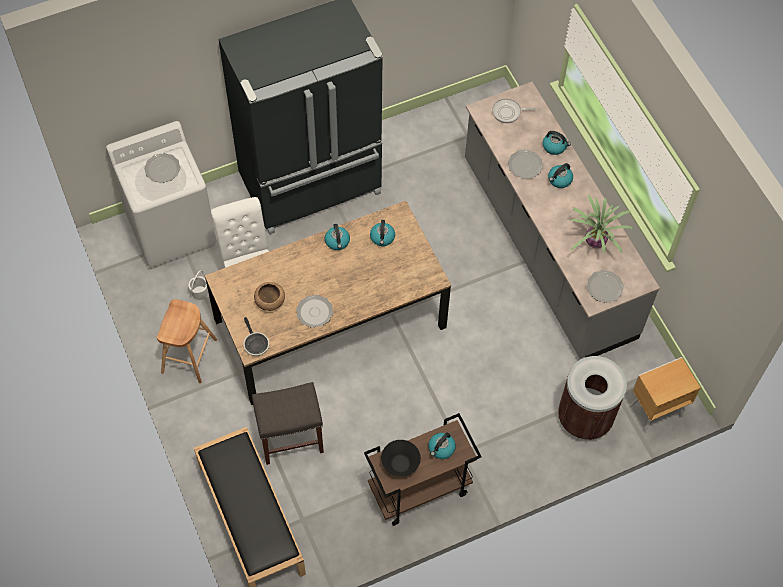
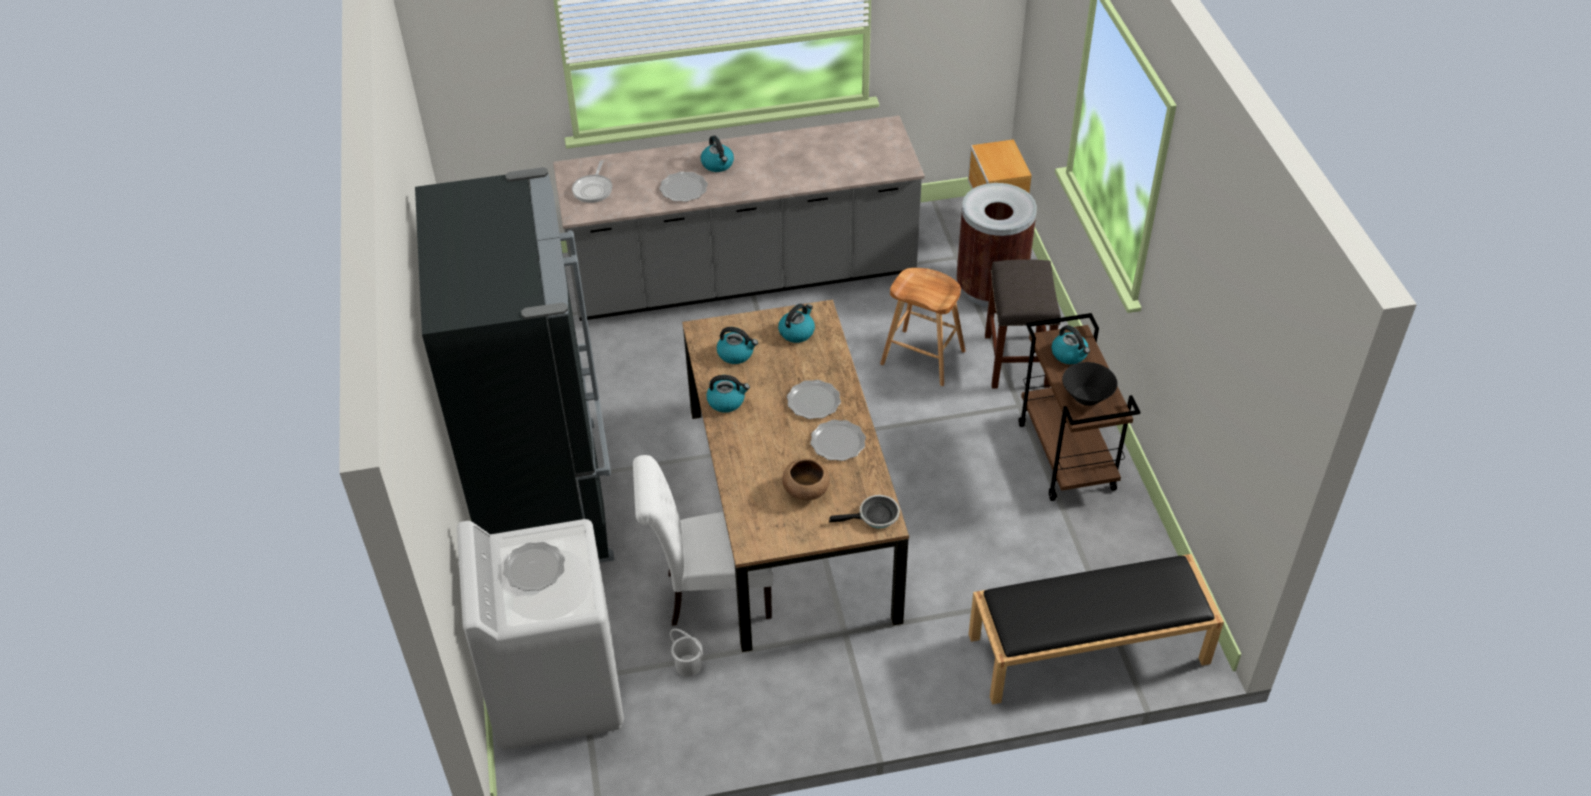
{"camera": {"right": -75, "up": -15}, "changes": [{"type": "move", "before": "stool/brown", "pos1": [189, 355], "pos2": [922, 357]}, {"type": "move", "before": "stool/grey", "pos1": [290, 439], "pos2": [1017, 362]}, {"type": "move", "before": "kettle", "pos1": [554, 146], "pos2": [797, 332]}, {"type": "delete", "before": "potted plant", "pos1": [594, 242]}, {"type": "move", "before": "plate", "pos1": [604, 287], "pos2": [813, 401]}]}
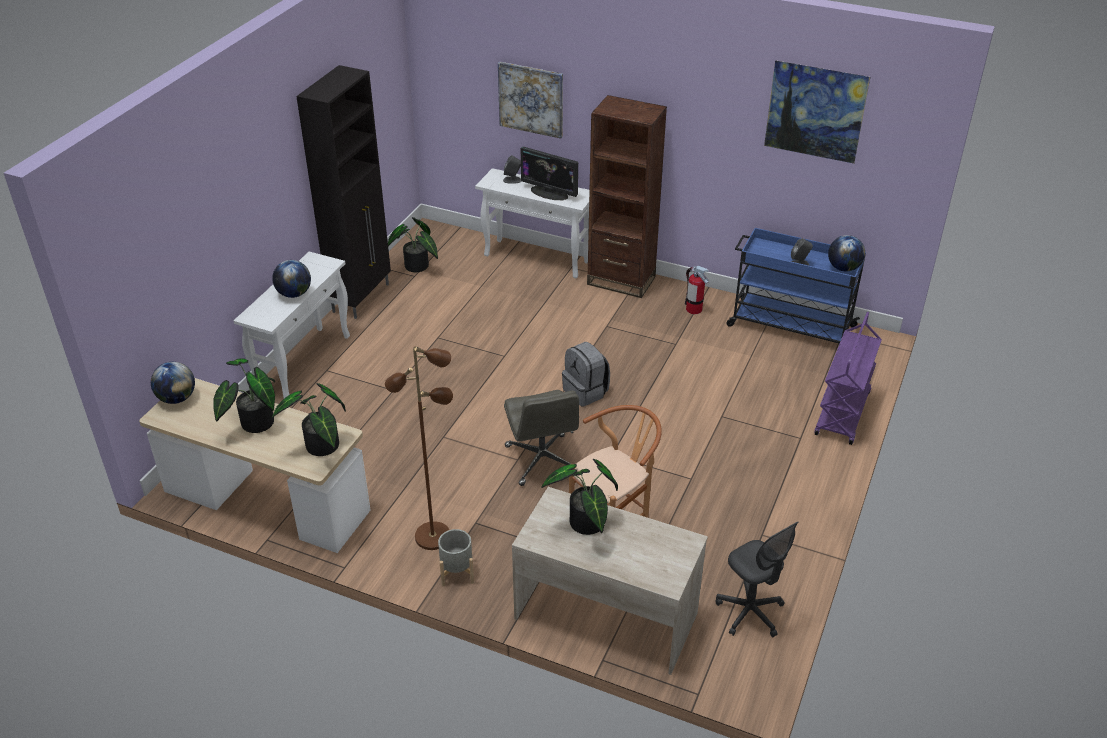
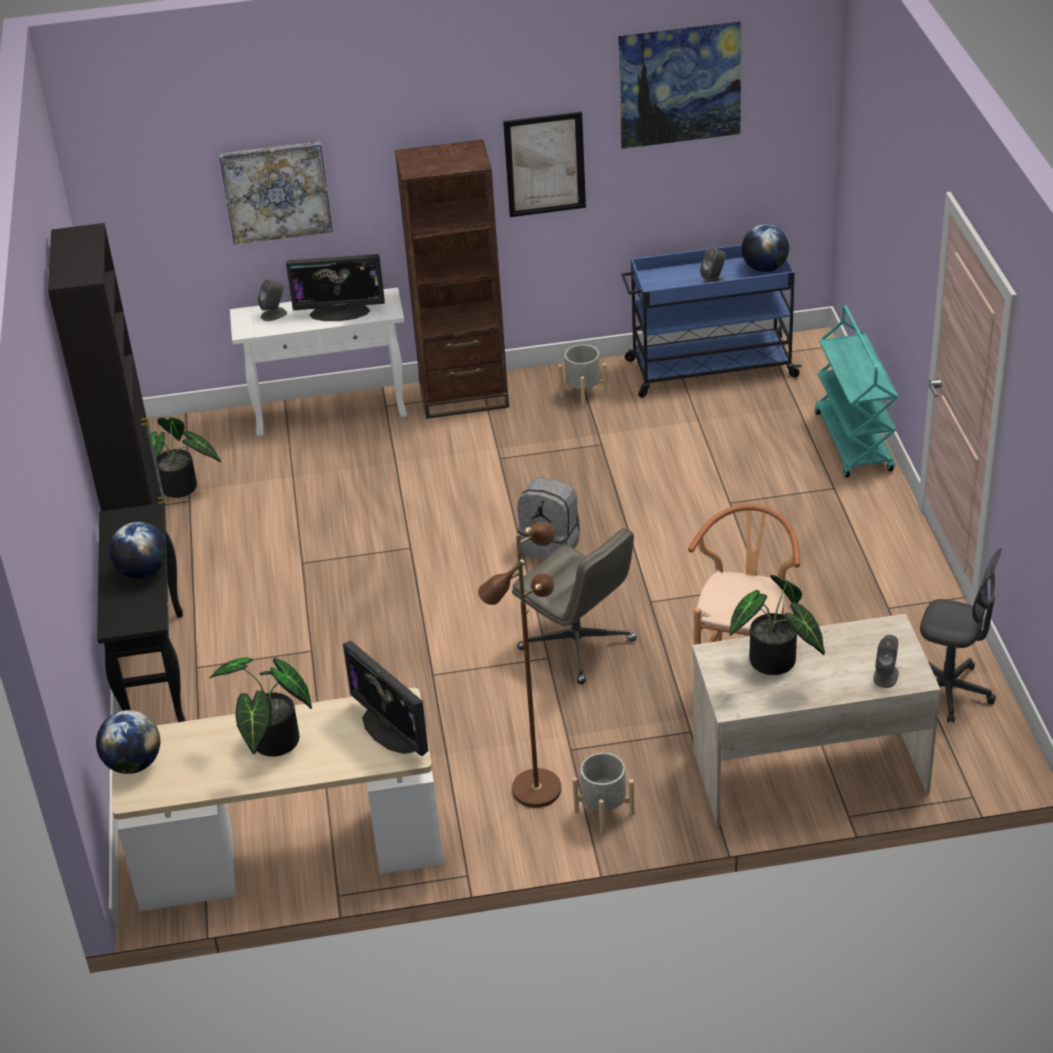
{"camera": {"right": -30, "up": 0}, "changes": [{"type": "recolor", "before": "console table/white", "after": "console table/black", "pos1": [304, 363], "pos2": [156, 672]}, {"type": "replace", "before": "potted plant", "after": "monitor", "pos1": [321, 448], "pos2": [391, 730]}, {"type": "replace", "before": "fire extinguisher", "after": "planter/grey", "pos1": [693, 309], "pos2": [583, 395]}, {"type": "recolor", "before": "cart/purple", "after": "cart/turquoise", "pos1": [843, 414], "pos2": [854, 442]}, {"type": "insert", "after": "picture", "pos2": [545, 164]}, {"type": "insert", "after": "speaker/grey", "pos2": [886, 675]}]}
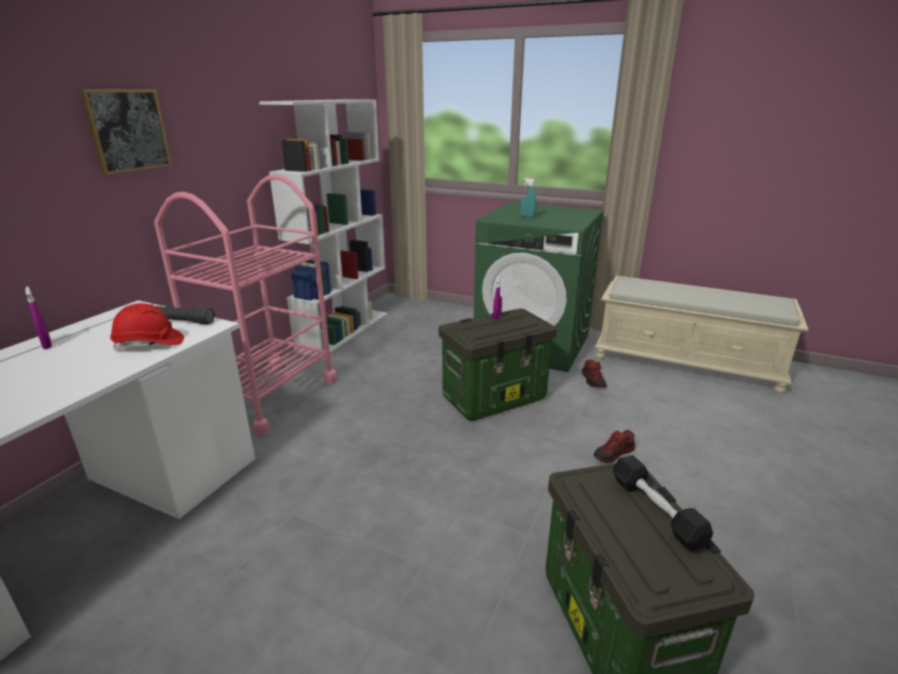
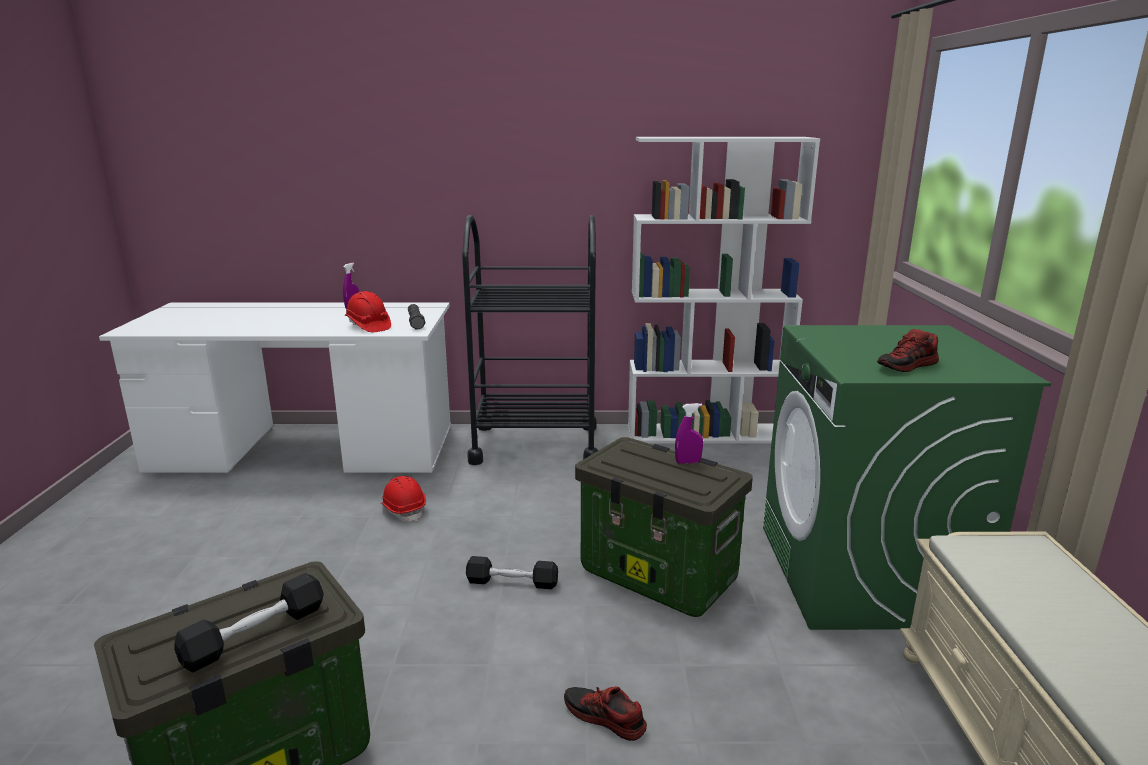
{"camera": {"right": 65, "up": -5}, "changes": [{"type": "delete", "before": "picture", "pos1": [127, 130]}, {"type": "recolor", "before": "cart/pink", "after": "cart/black", "pos1": [269, 396], "pos2": [535, 444]}, {"type": "delete", "before": "spray bottle/turquoise", "pos1": [527, 216]}, {"type": "move", "before": "shoe", "pos1": [593, 381], "pos2": [907, 366]}, {"type": "insert", "after": "hard hat/red", "pos2": [403, 510]}, {"type": "insert", "after": "dumbbell/black", "pos2": [512, 582]}]}
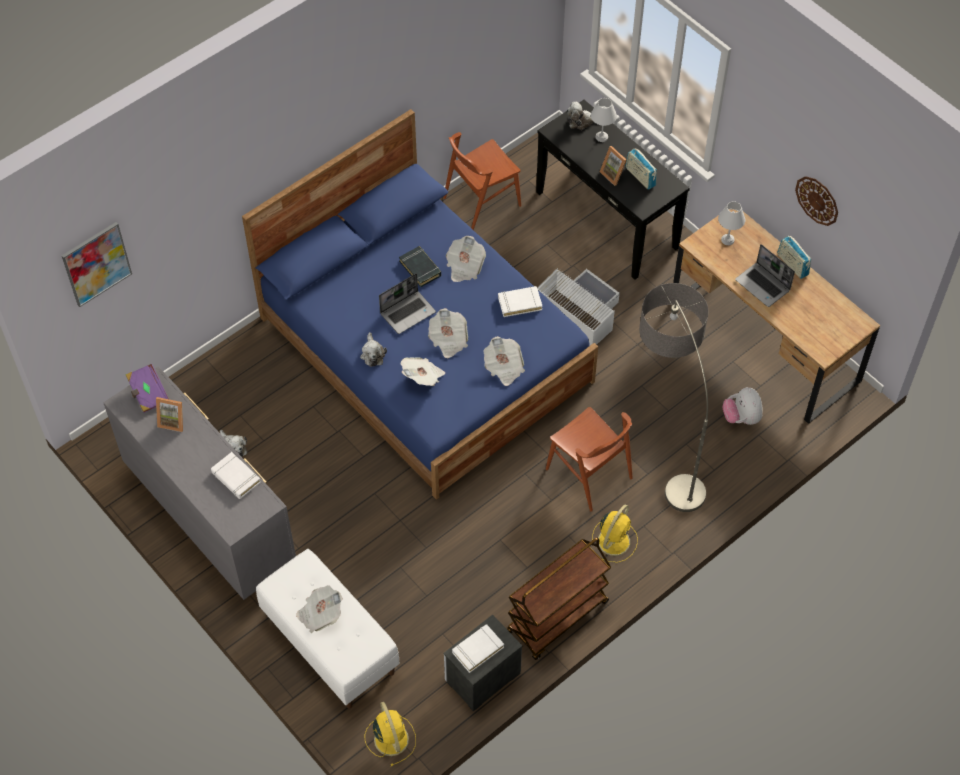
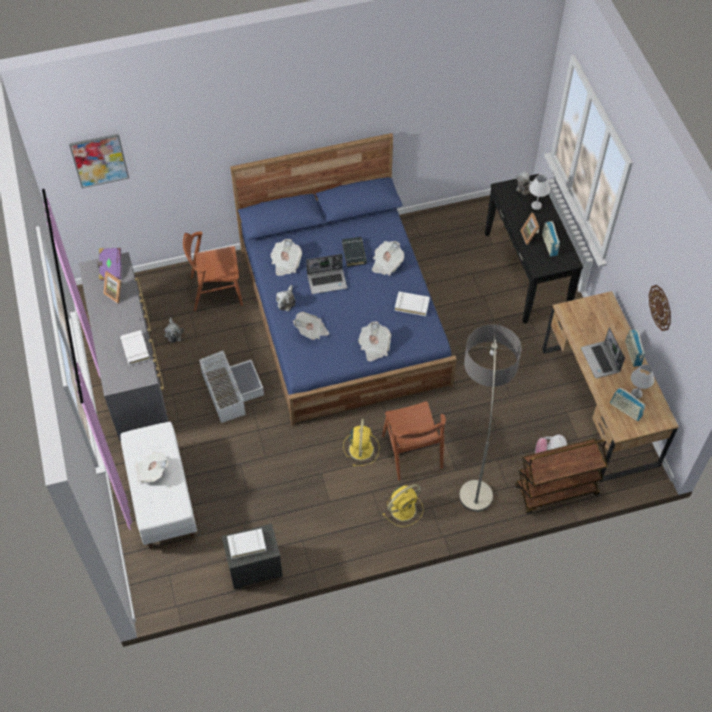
{"camera": {"right": 25, "up": 0}, "changes": [{"type": "move", "before": "fan/yellow", "pos1": [390, 738], "pos2": [361, 448]}, {"type": "move", "before": "newspaper", "pos1": [448, 340], "pos2": [285, 263]}, {"type": "move", "before": "chair/brown", "pos1": [481, 201], "pos2": [216, 291]}, {"type": "move", "before": "cart/brown", "pos1": [557, 618], "pos2": [556, 491]}, {"type": "move", "before": "storage box/white", "pos1": [579, 311], "pos2": [230, 390]}, {"type": "move", "before": "table lamp/white", "pos1": [728, 240], "pos2": [637, 394]}, {"type": "insert", "after": "radio", "pos2": [625, 410]}]}
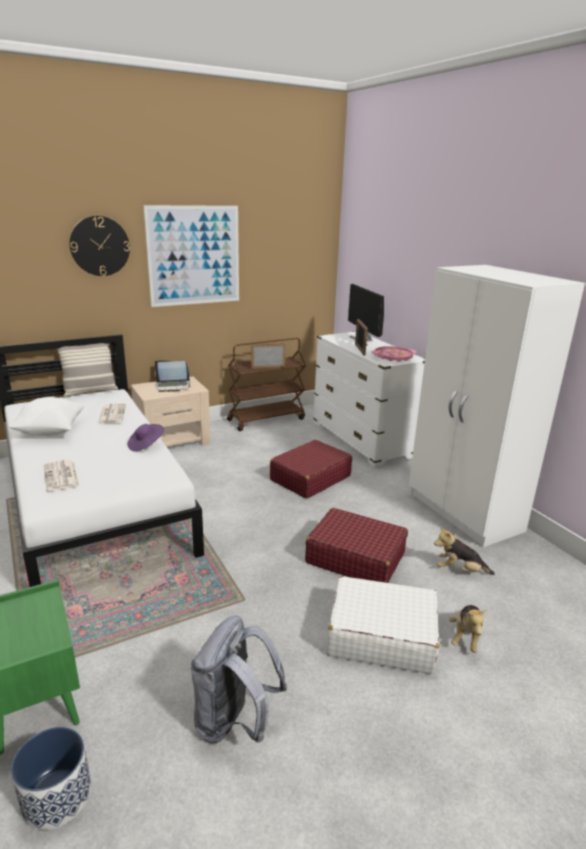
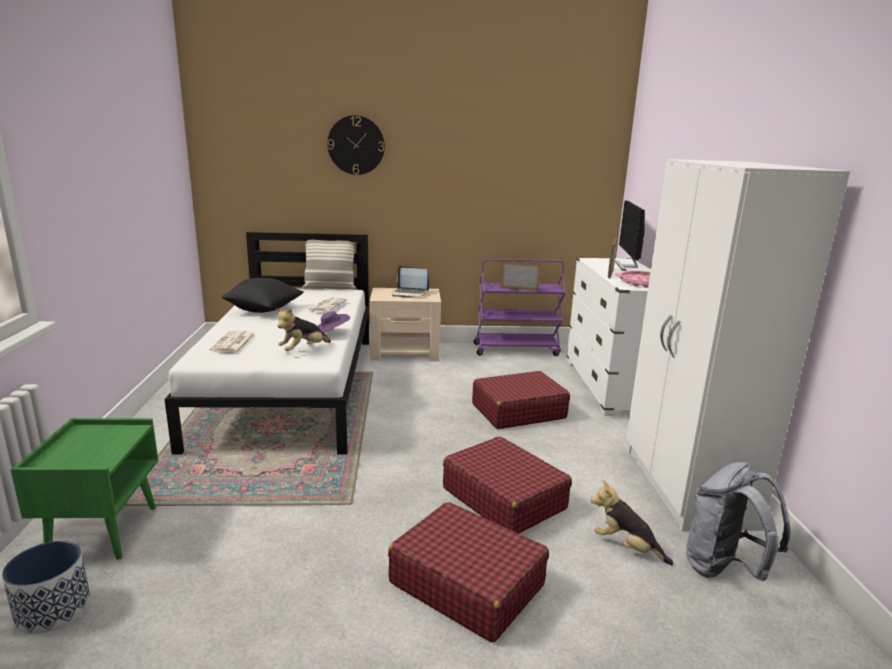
{"camera": {"right": 25, "up": -5}, "changes": [{"type": "recolor", "before": "pillow/white", "after": "pillow/black", "pos1": [51, 431], "pos2": [264, 310]}, {"type": "delete", "before": "picture", "pos1": [194, 256]}, {"type": "move", "before": "backpack/grey", "pos1": [234, 722], "pos2": [724, 569]}, {"type": "recolor", "before": "cart/brown", "after": "cart/purple", "pos1": [266, 419], "pos2": [516, 349]}, {"type": "recolor", "before": "suitcase/white", "after": "suitcase/red", "pos1": [381, 635], "pos2": [466, 583]}, {"type": "move", "before": "plush toy", "pos1": [465, 637], "pos2": [303, 350]}]}
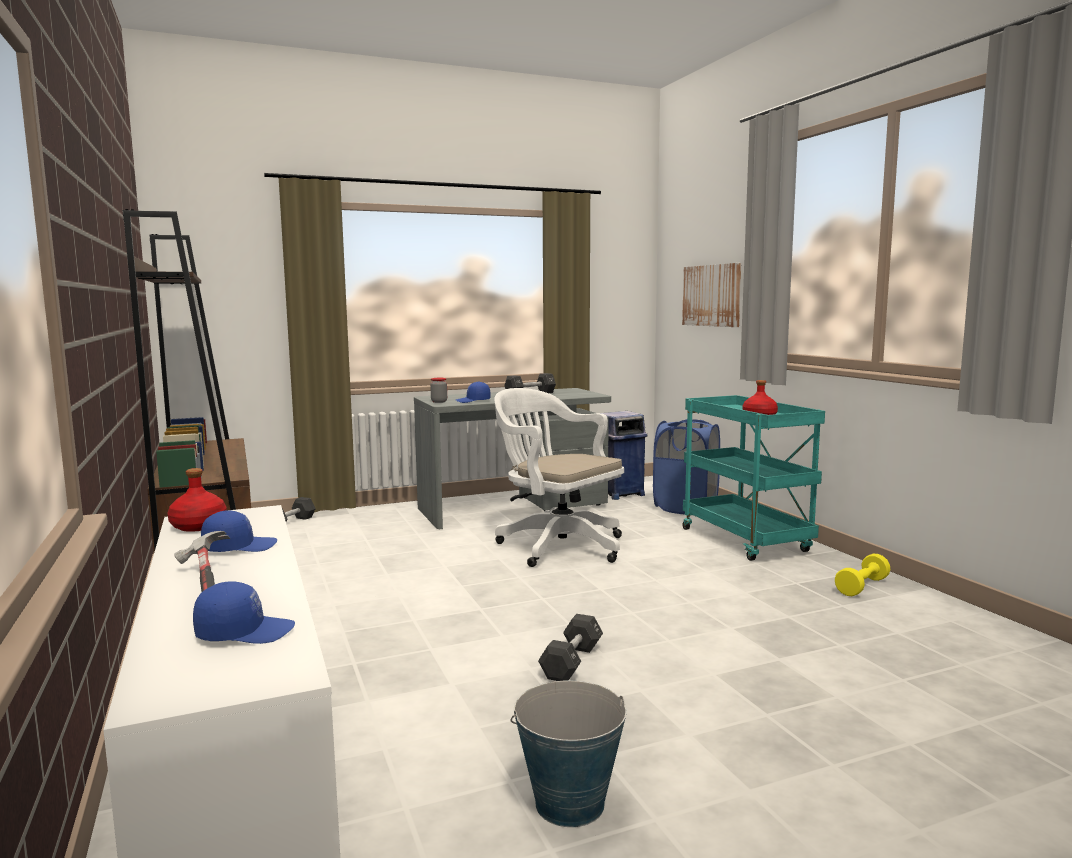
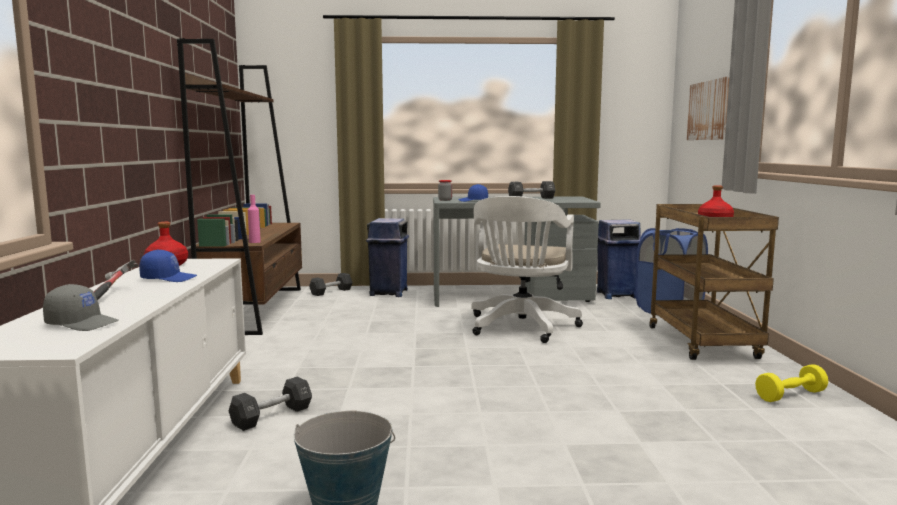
{"camera": {"right": 20, "up": 0}, "changes": [{"type": "recolor", "before": "cap/blue", "after": "cap/grey", "pos1": [245, 632], "pos2": [83, 323]}, {"type": "rotate", "before": "office chair/white", "pos1": [556, 545], "pos2": [520, 328], "turn": -135}, {"type": "move", "before": "dumbbell/black", "pos1": [571, 662], "pos2": [272, 416]}, {"type": "recolor", "before": "cart/turquoise", "after": "cart/brown", "pos1": [747, 541], "pos2": [704, 343]}, {"type": "insert", "after": "bottle/pink", "pos2": [254, 242]}, {"type": "insert", "after": "trash can/blue", "pos2": [388, 293]}]}
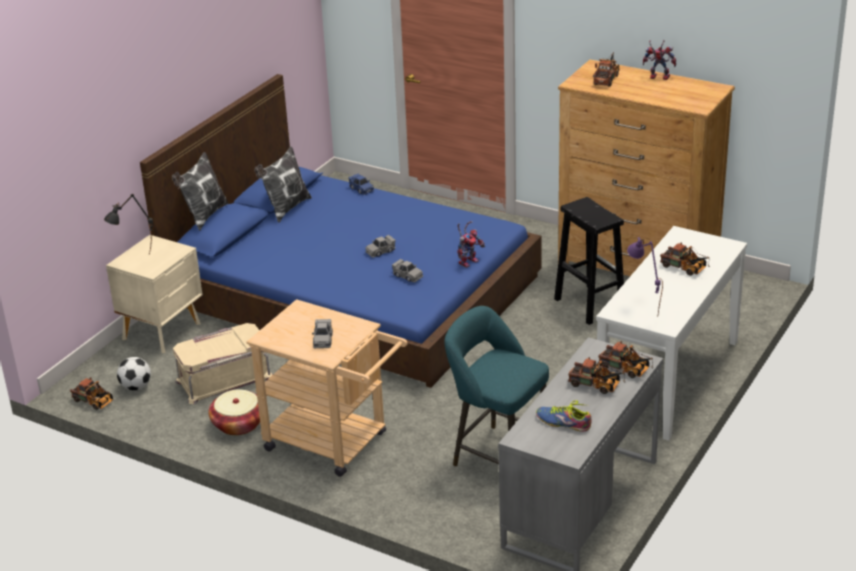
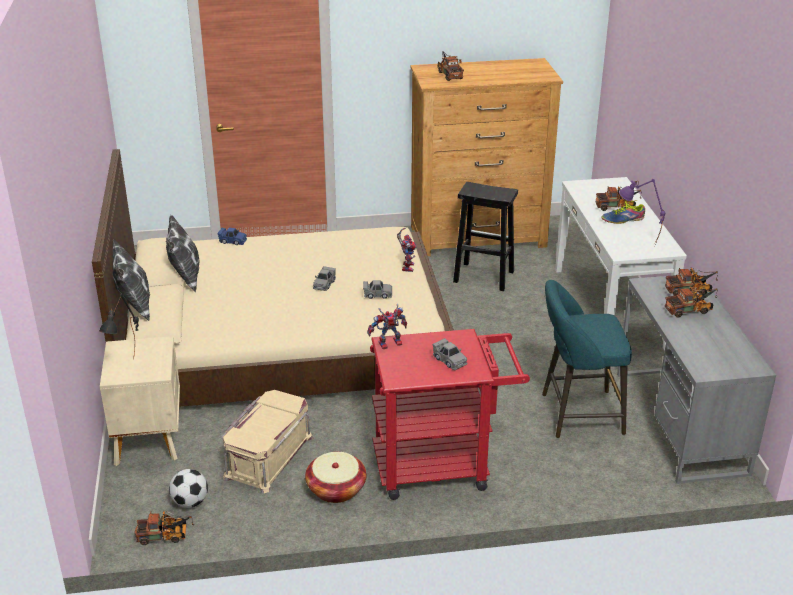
{"camera": {"right": -40, "up": 0}, "changes": [{"type": "recolor", "before": "bed/blue", "after": "bed/beige", "pos1": [352, 290], "pos2": [283, 335]}, {"type": "recolor", "before": "cart/beige", "after": "cart/red", "pos1": [335, 444], "pos2": [442, 466]}, {"type": "move", "before": "shoe", "pos1": [563, 422], "pos2": [623, 219]}, {"type": "move", "before": "toy robot", "pos1": [657, 77], "pos2": [388, 345]}]}
